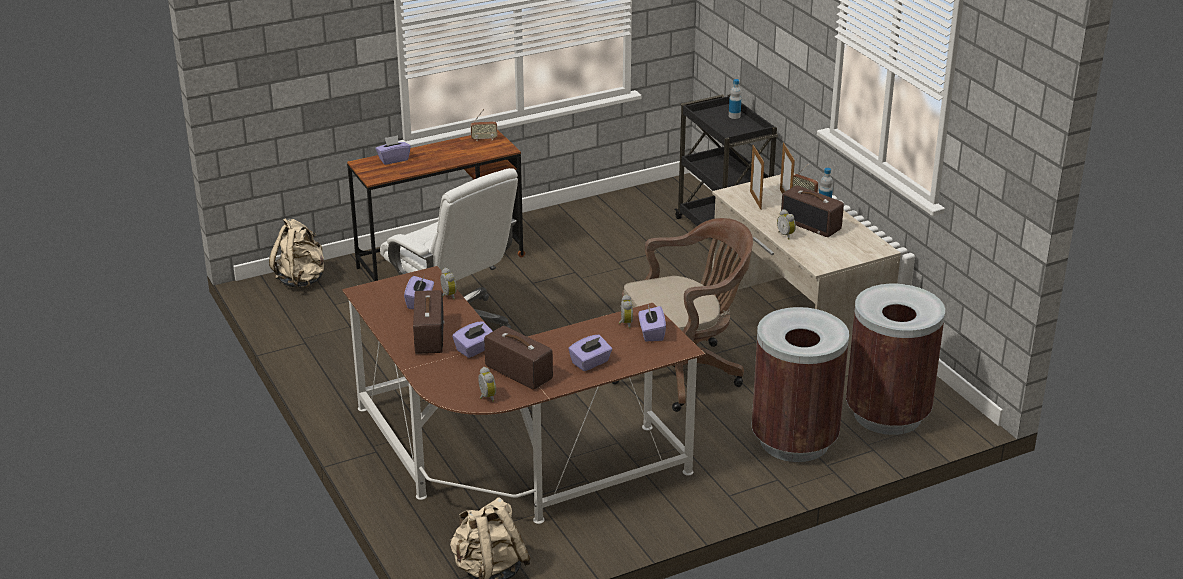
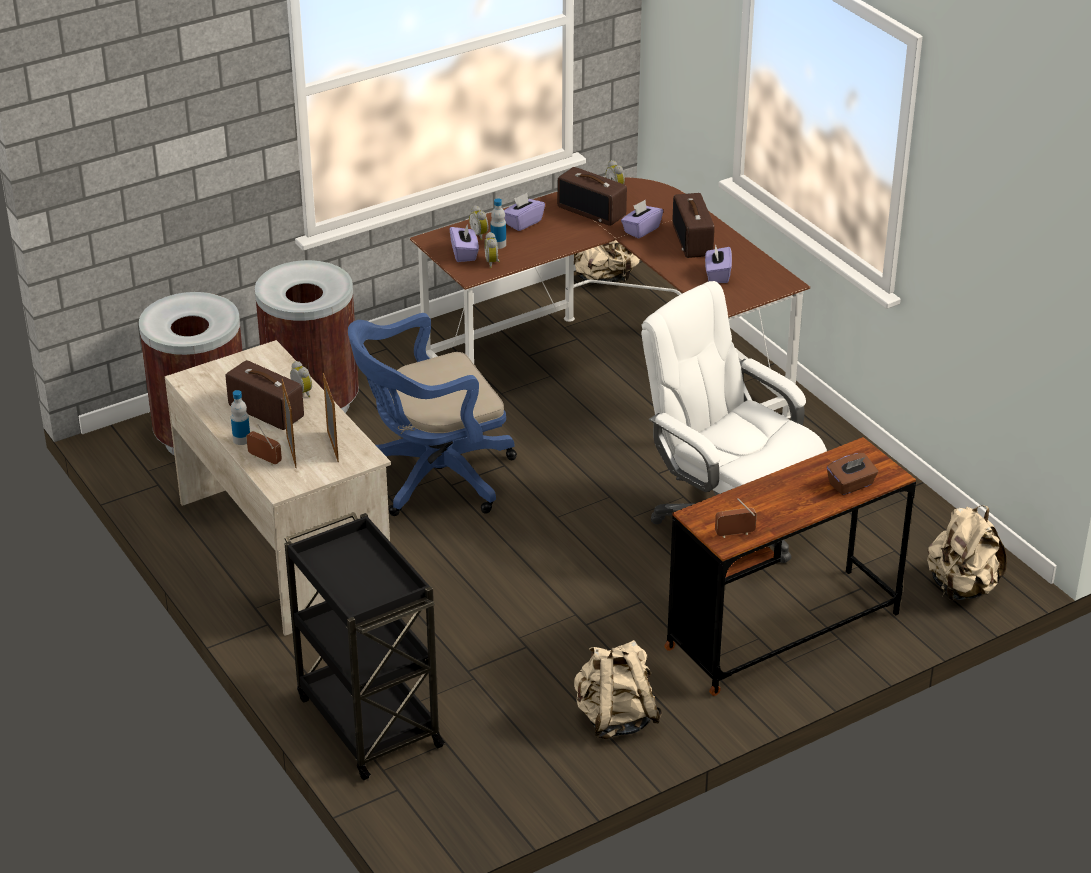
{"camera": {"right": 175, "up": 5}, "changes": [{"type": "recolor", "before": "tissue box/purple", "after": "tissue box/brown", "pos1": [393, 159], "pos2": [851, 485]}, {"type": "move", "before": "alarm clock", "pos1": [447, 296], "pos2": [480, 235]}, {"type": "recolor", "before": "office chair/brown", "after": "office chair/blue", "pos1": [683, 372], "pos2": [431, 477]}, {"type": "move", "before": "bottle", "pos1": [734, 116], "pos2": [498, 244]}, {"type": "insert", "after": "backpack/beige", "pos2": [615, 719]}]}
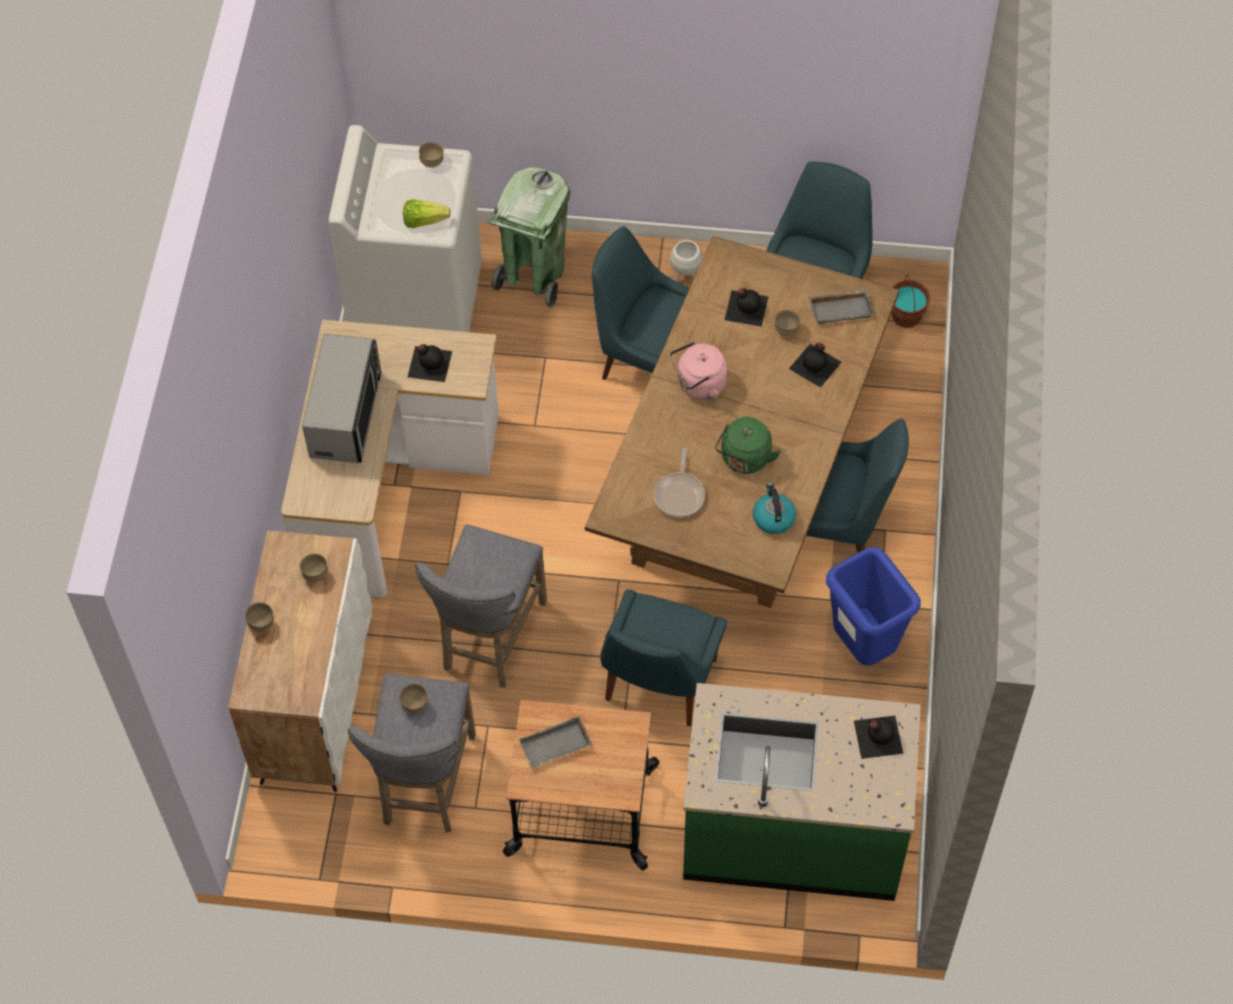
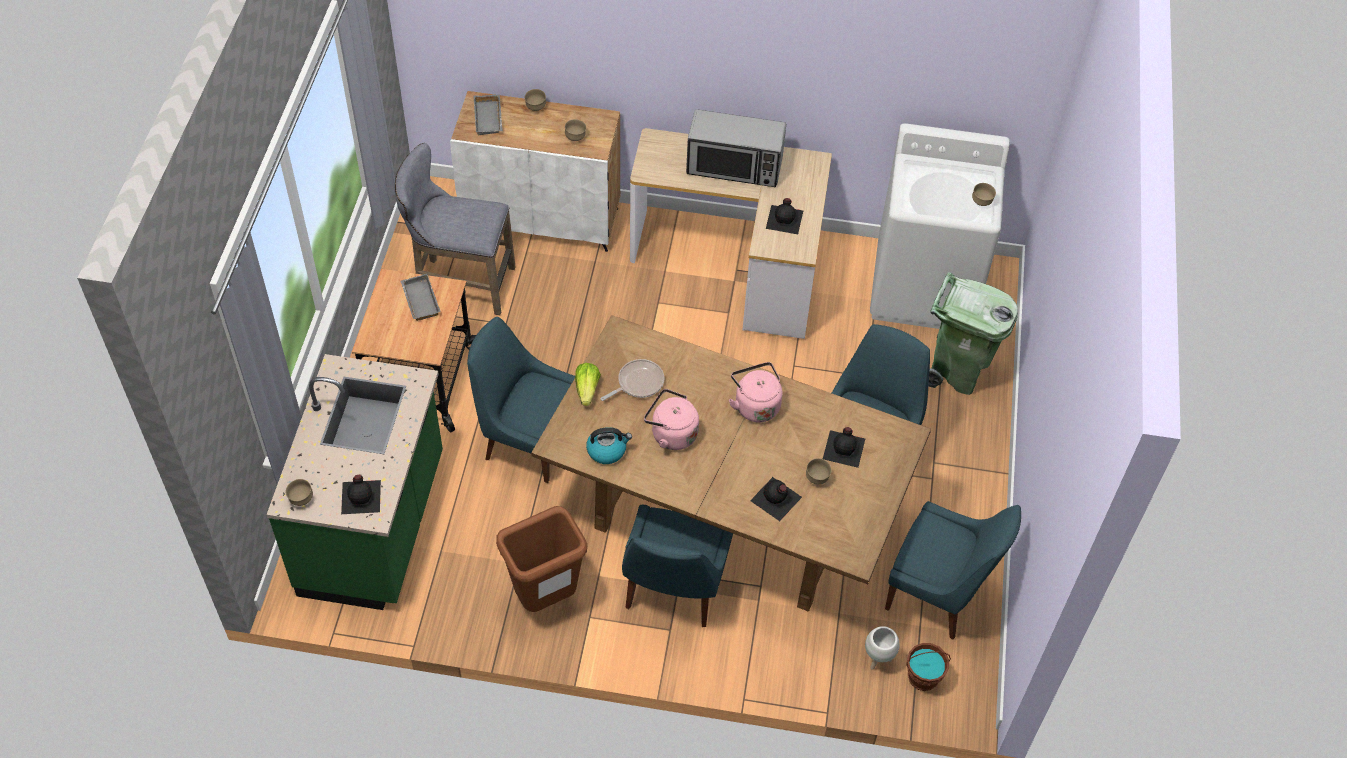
{"camera": {"right": 90, "up": -5}, "changes": [{"type": "move", "before": "bowl/brown", "pos1": [415, 705], "pos2": [301, 500]}, {"type": "move", "before": "lettuce", "pos1": [424, 221], "pos2": [587, 390]}, {"type": "delete", "before": "stool/grey", "pos1": [489, 640]}, {"type": "rotate", "before": "frying pan", "pos1": [680, 494], "pos2": [638, 383], "turn": 135}, {"type": "move", "before": "planter/white", "pos1": [686, 277], "pos2": [878, 659]}, {"type": "recolor", "before": "kettle/green", "after": "kettle/pink", "pos1": [745, 460], "pos2": [671, 434]}, {"type": "move", "before": "tray/grey", "pos1": [841, 309], "pos2": [489, 118]}, {"type": "recolor", "before": "trash can/blue", "after": "trash can/brown", "pos1": [864, 648], "pos2": [545, 598]}]}
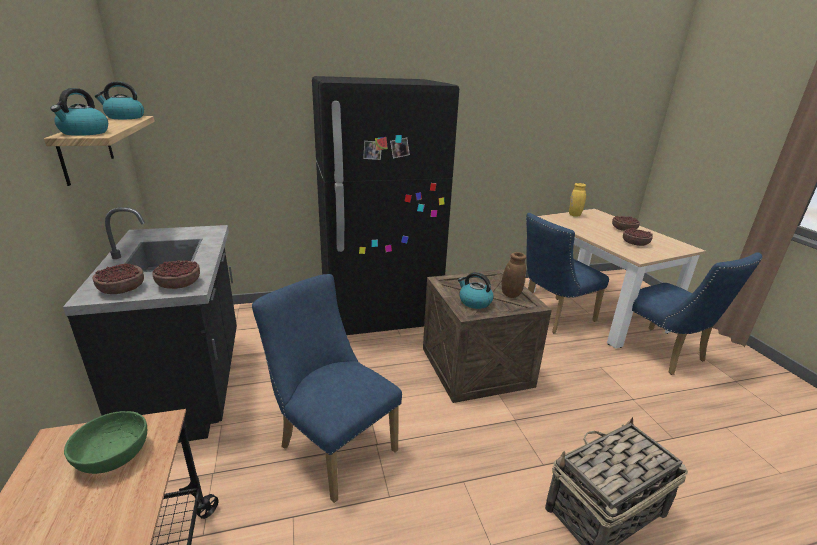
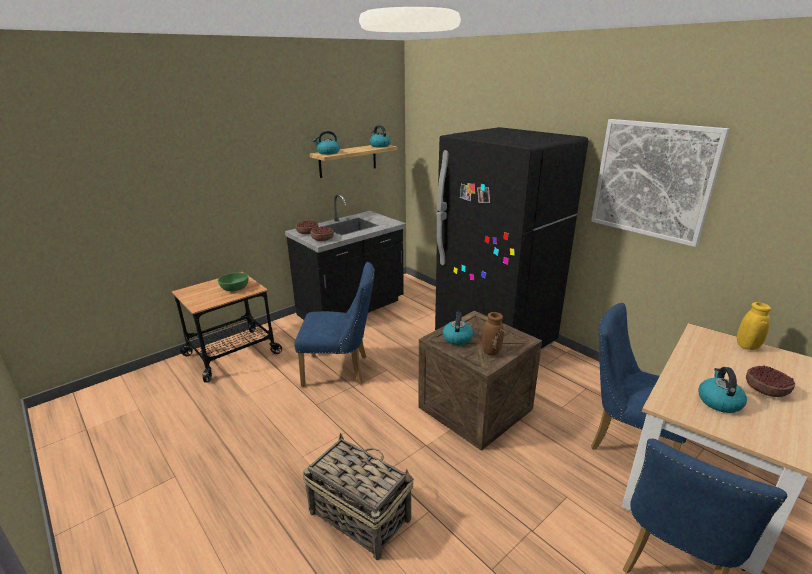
{"camera": {"right": 65, "up": 0}, "changes": [{"type": "rotate", "before": "chair/blue", "pos1": [332, 445], "pos2": [341, 371], "turn": 75}, {"type": "replace", "before": "bowl", "after": "kettle", "pos1": [635, 243], "pos2": [718, 401]}, {"type": "insert", "after": "picture", "pos2": [652, 180]}]}
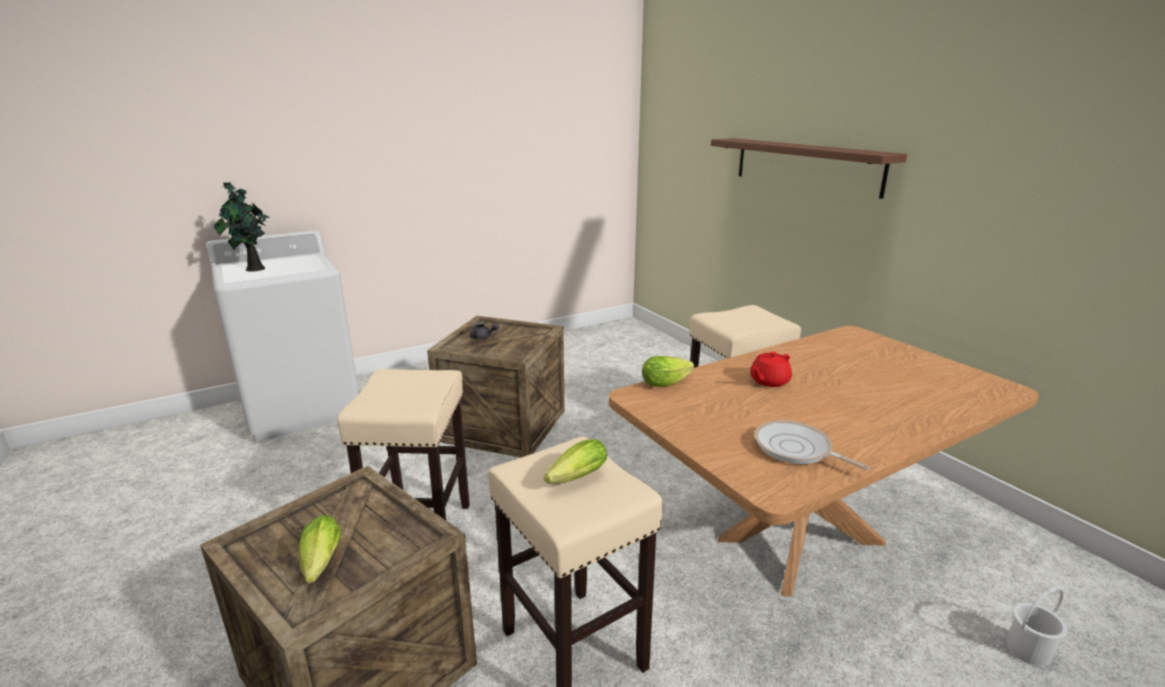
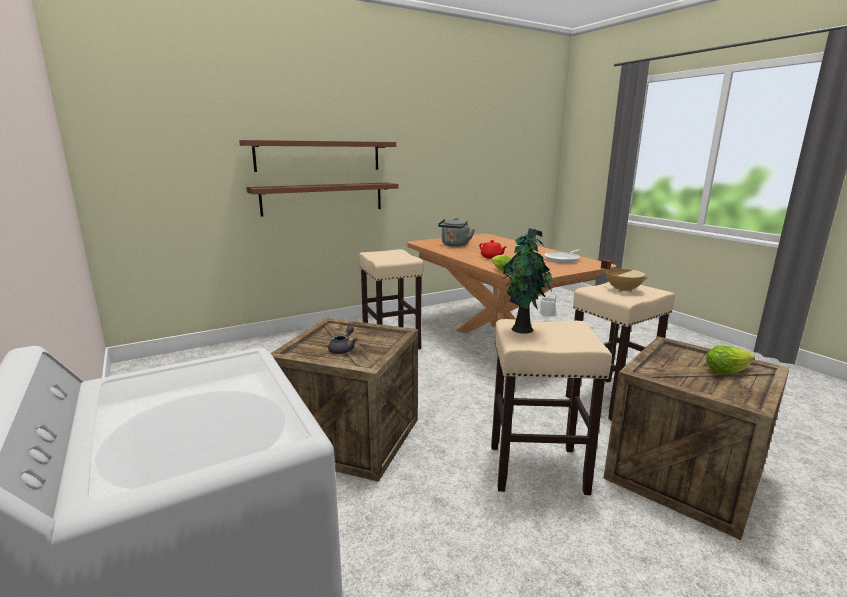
{"camera": {"right": -90, "up": -5}, "changes": [{"type": "move", "before": "potted plant", "pos1": [253, 269], "pos2": [523, 330]}, {"type": "replace", "before": "lettuce", "after": "cooking pot/beige", "pos1": [574, 479], "pos2": [623, 290]}, {"type": "insert", "after": "shelf/brown", "pos2": [323, 198]}, {"type": "insert", "after": "kettle/grey", "pos2": [454, 245]}]}
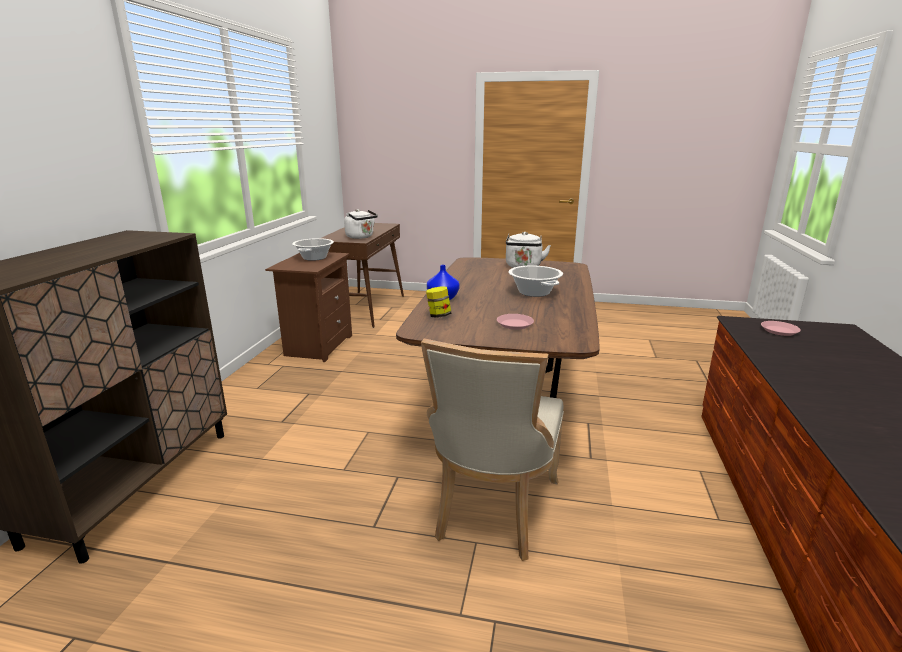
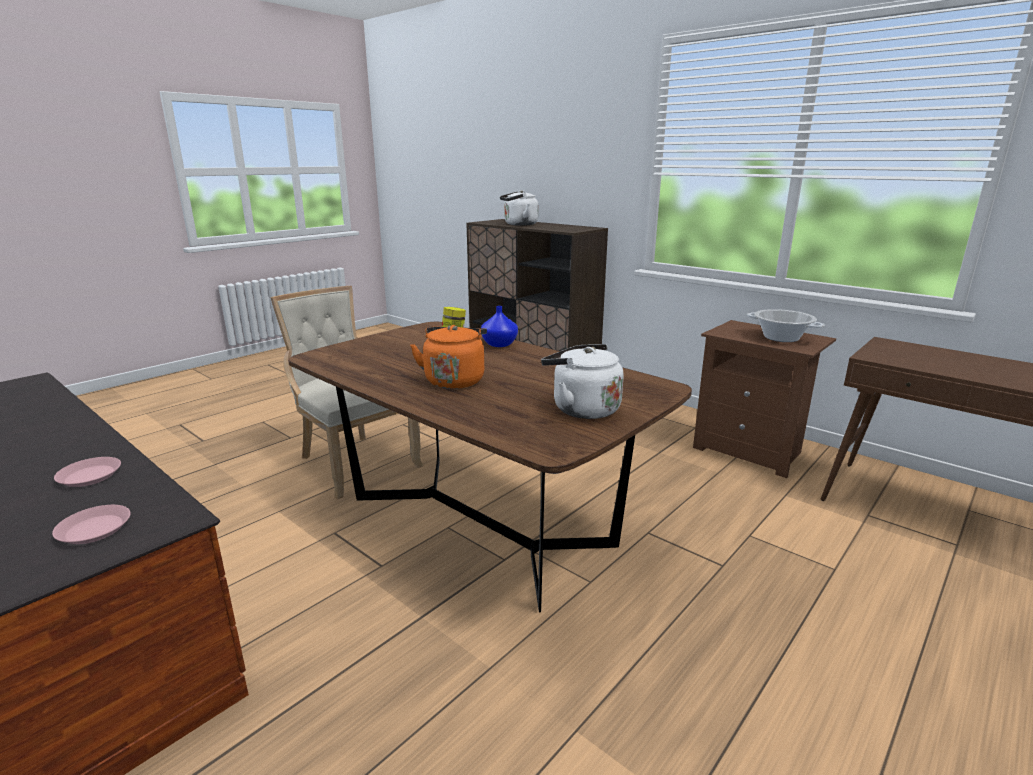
{"camera": {"right": 120, "up": 0}, "changes": [{"type": "move", "before": "kettle/white", "pos1": [361, 237], "pos2": [518, 224]}, {"type": "move", "before": "plate/pink", "pos1": [514, 324], "pos2": [90, 476]}, {"type": "replace", "before": "cooking pot", "after": "kettle/orange", "pos1": [534, 292], "pos2": [454, 380]}]}
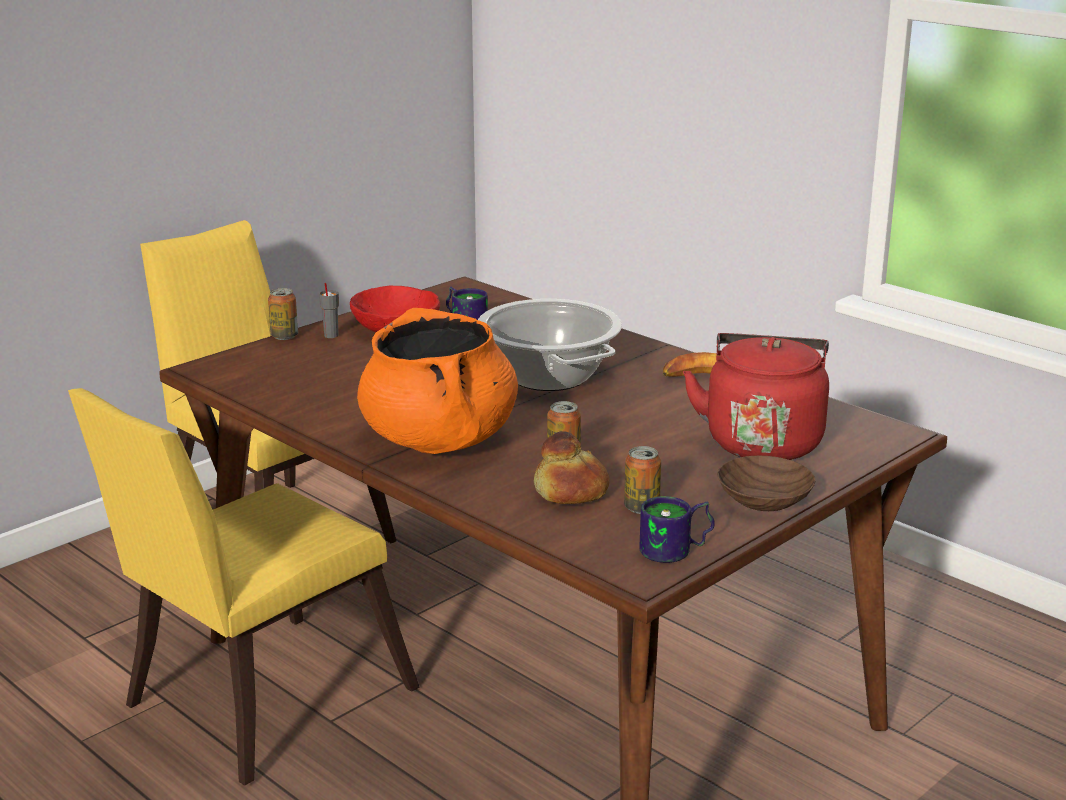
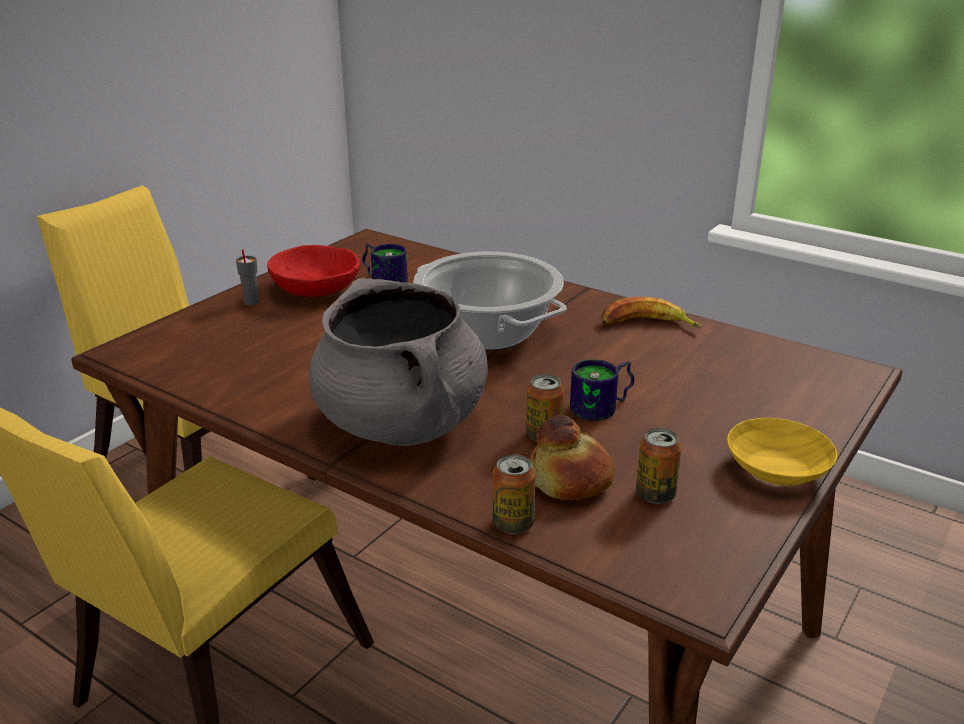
{"camera": {"right": -10, "up": 5}, "changes": [{"type": "move", "before": "can", "pos1": [284, 336], "pos2": [513, 524]}, {"type": "recolor", "before": "cooking pot/orange", "after": "cooking pot/grey", "pos1": [439, 441], "pos2": [402, 423]}, {"type": "move", "before": "mug", "pos1": [677, 551], "pos2": [604, 408]}, {"type": "delete", "before": "kettle/red", "pos1": [762, 441]}, {"type": "recolor", "before": "bowl/brown", "after": "bowl/yellow", "pos1": [761, 499], "pos2": [774, 468]}]}
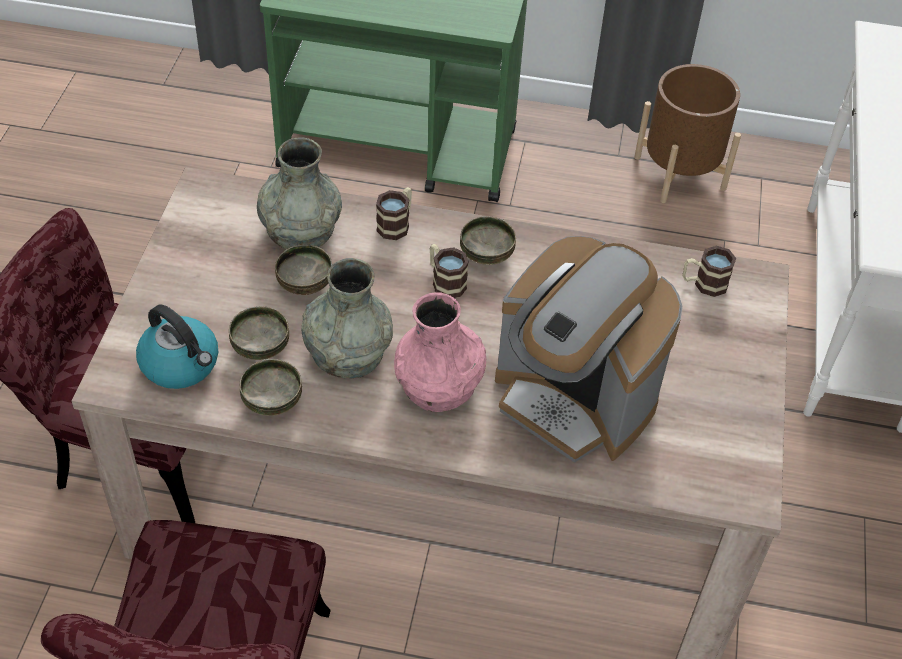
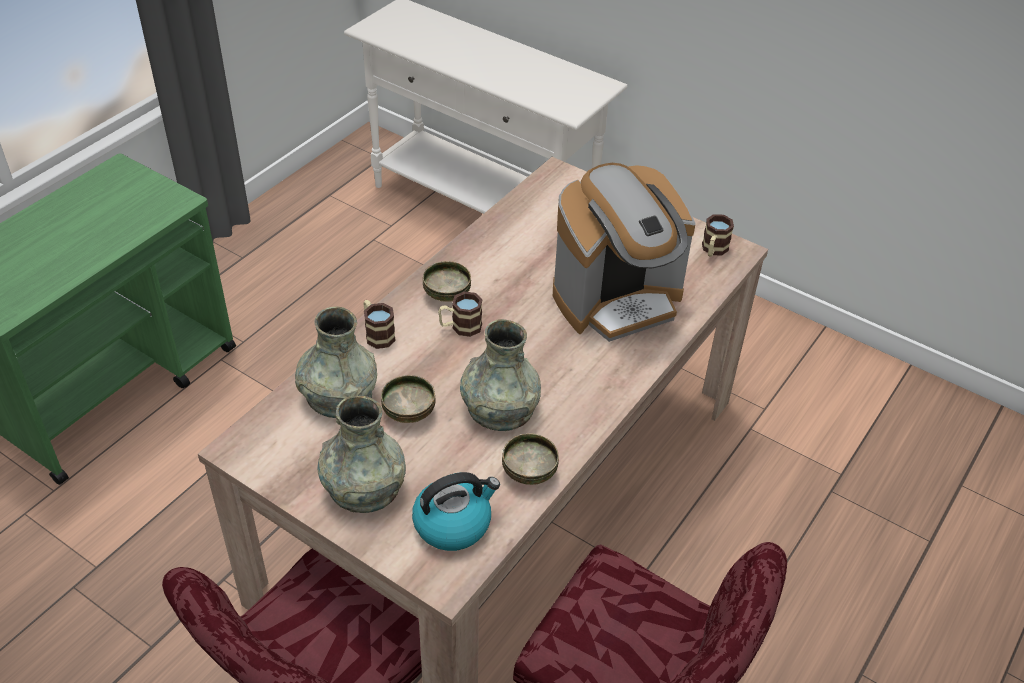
{"camera": {"right": -65, "up": -5}, "changes": [{"type": "delete", "before": "bowl", "pos1": [260, 346]}, {"type": "delete", "before": "vase/pink", "pos1": [439, 382]}, {"type": "delete", "before": "planter/brown", "pos1": [679, 173]}, {"type": "move", "before": "mug", "pos1": [704, 284], "pos2": [713, 250]}, {"type": "insert", "after": "vase/grey", "pos2": [364, 487]}]}
